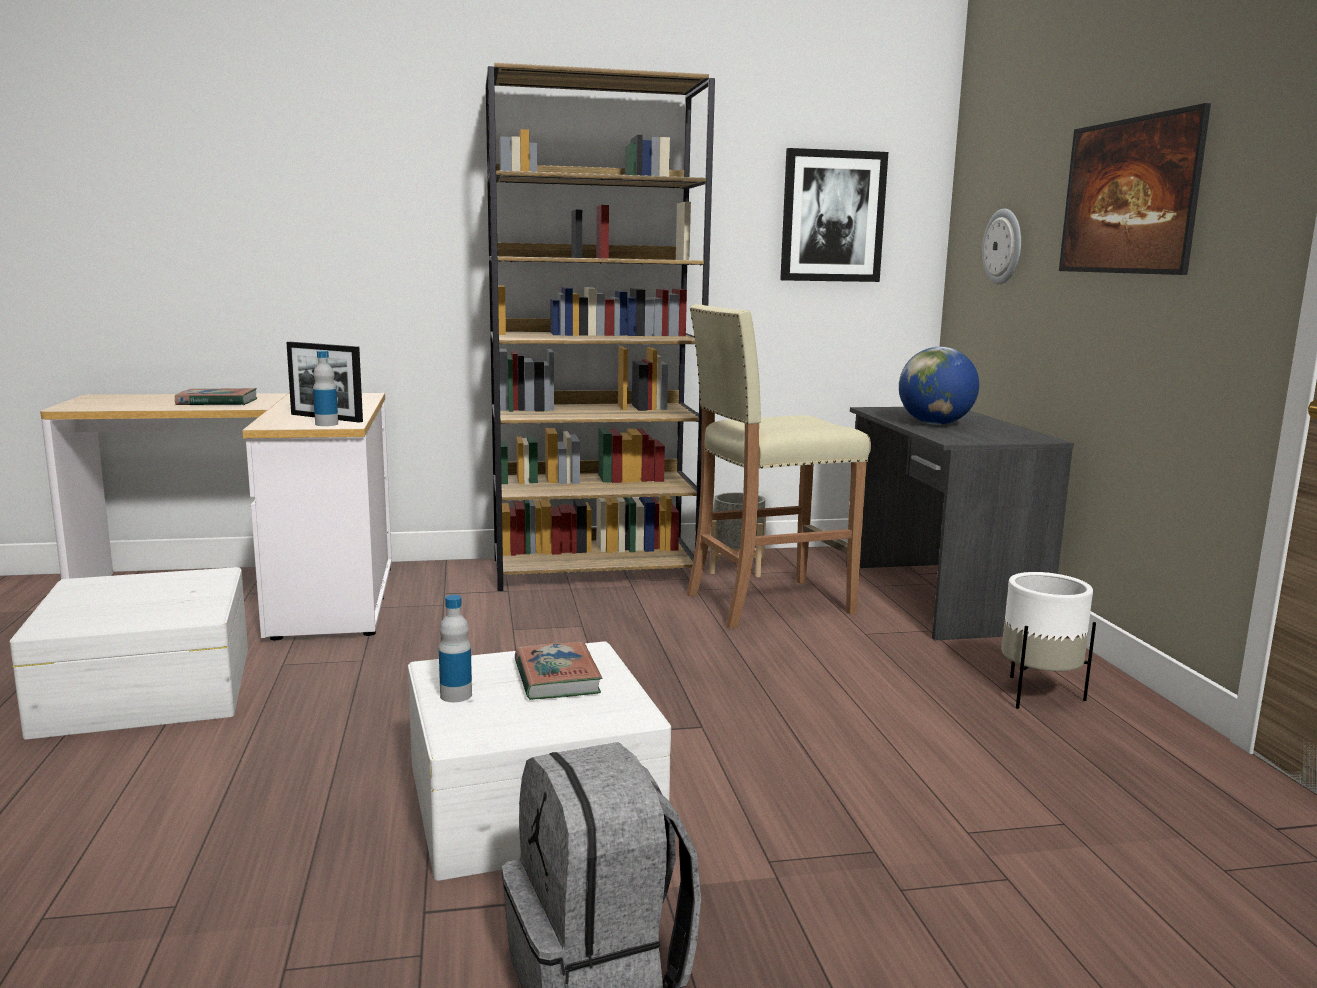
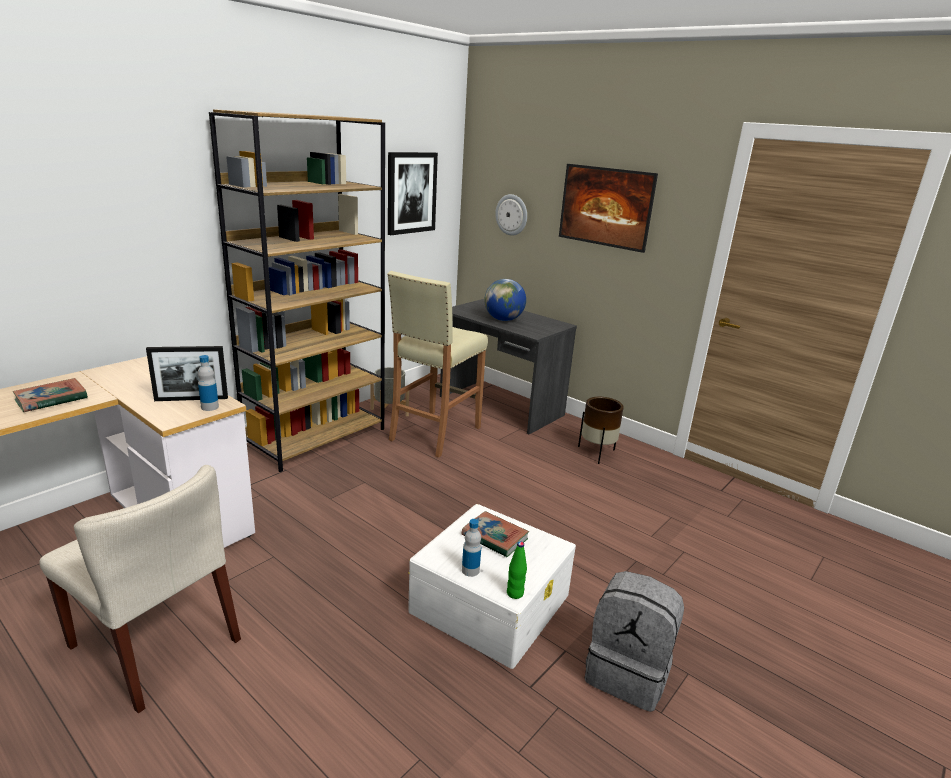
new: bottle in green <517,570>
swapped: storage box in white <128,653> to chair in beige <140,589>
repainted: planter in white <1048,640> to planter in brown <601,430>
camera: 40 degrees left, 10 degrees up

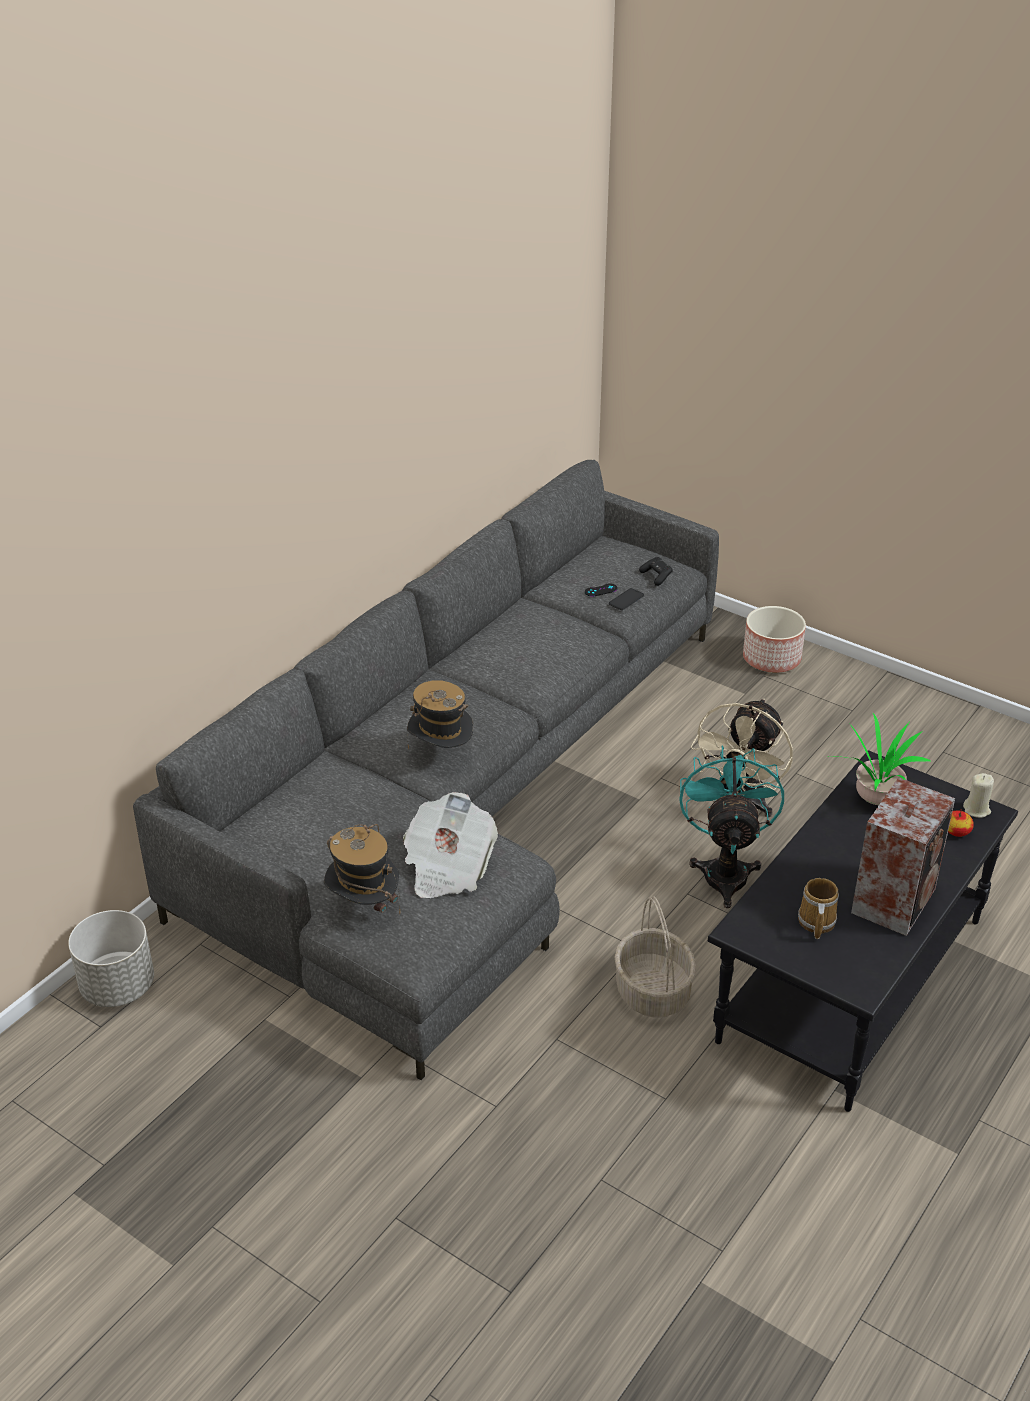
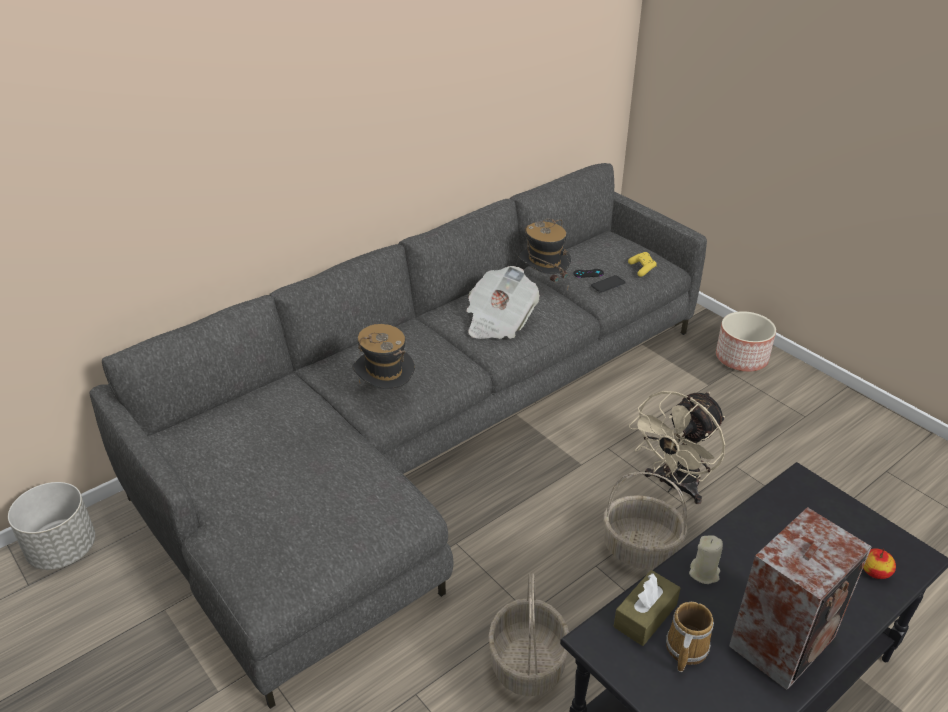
gone: potted plant <879,758>
new: tissue box in brown <647,608>
shifted: hat <362,869> to <545,254>; newspaper <450,845> to <503,302>; candle in beige <978,795> to <706,559>
swapped: fan in turquoise <731,827> to basket <645,520>
repainted: game controller in black <656,571> to game controller in yellow <642,264>
camera: 15 degrees right, 0 degrees up

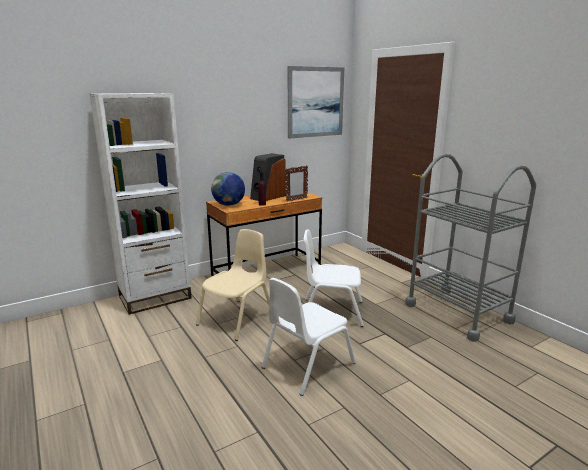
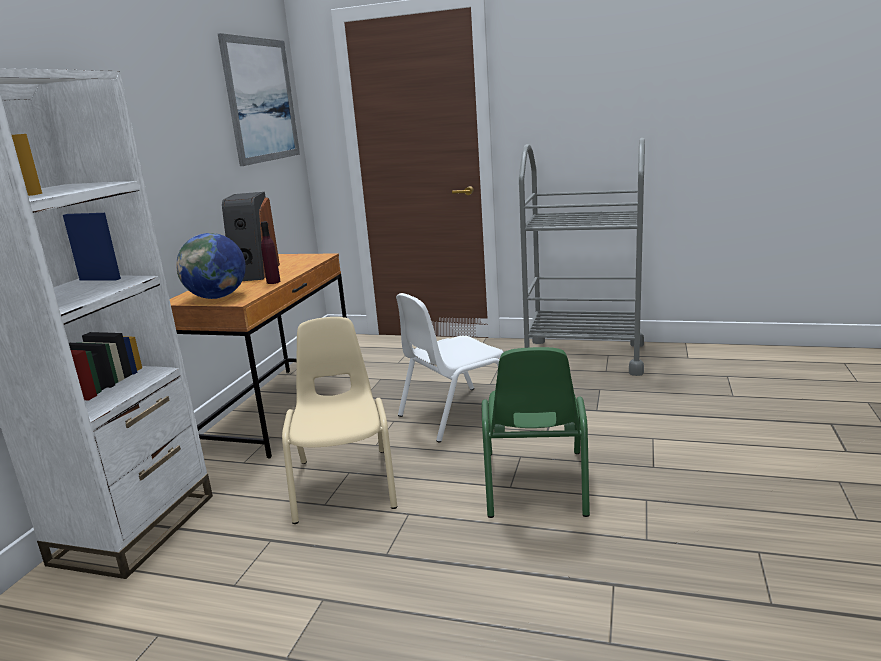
gone: picture frame <296,183>
repainted: chair in white <309,337> to chair in green <536,432>
camera: 40 degrees left, 0 degrees up

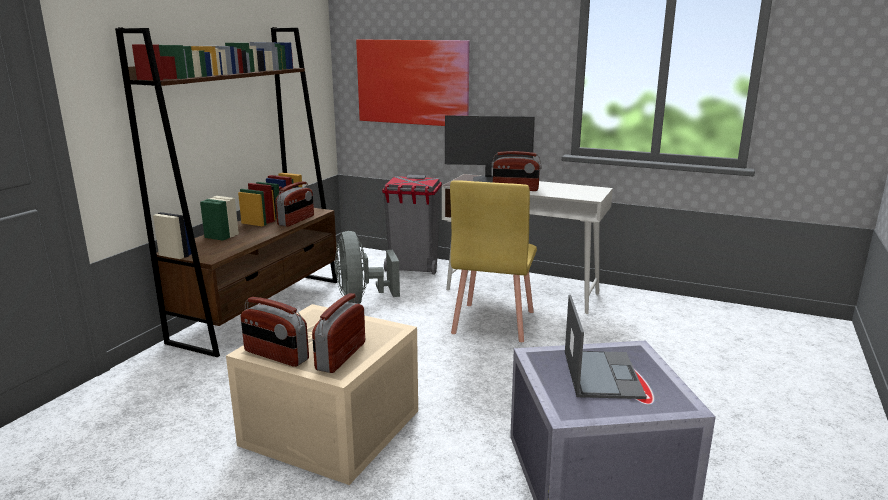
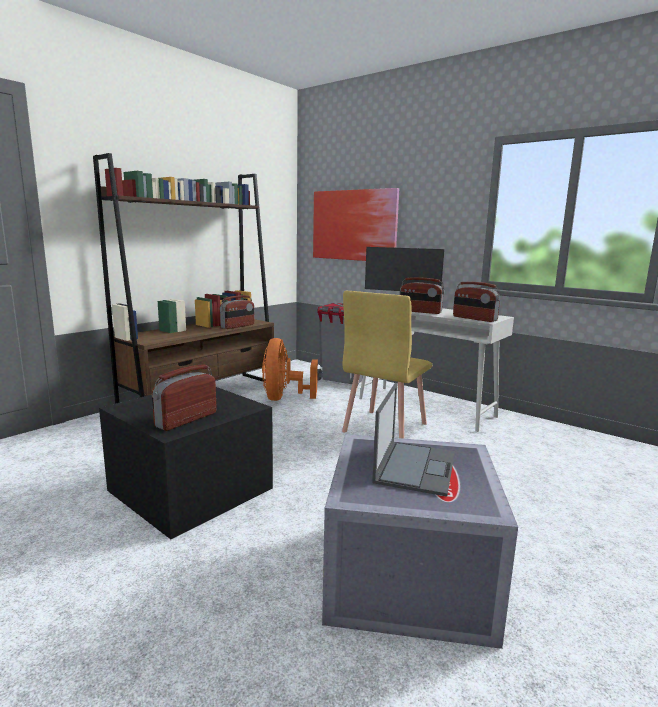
shifted: radio <275,332> to <477,302>
repainted: storage box in beige <322,394> to storage box in black <186,463>; fan in grey <367,267> to fan in orange <290,369>
camera: 15 degrees right, 5 degrees down

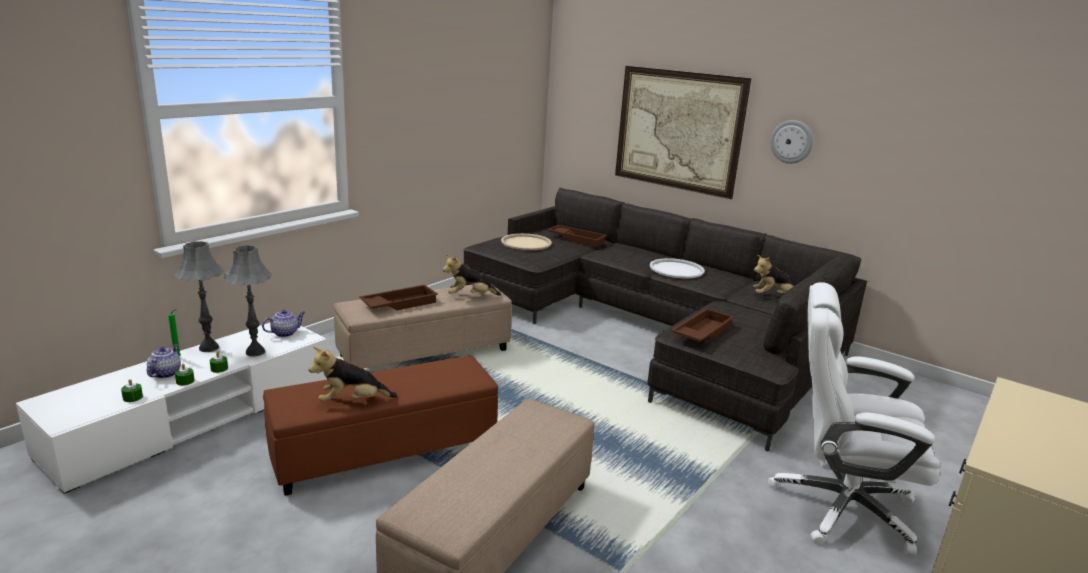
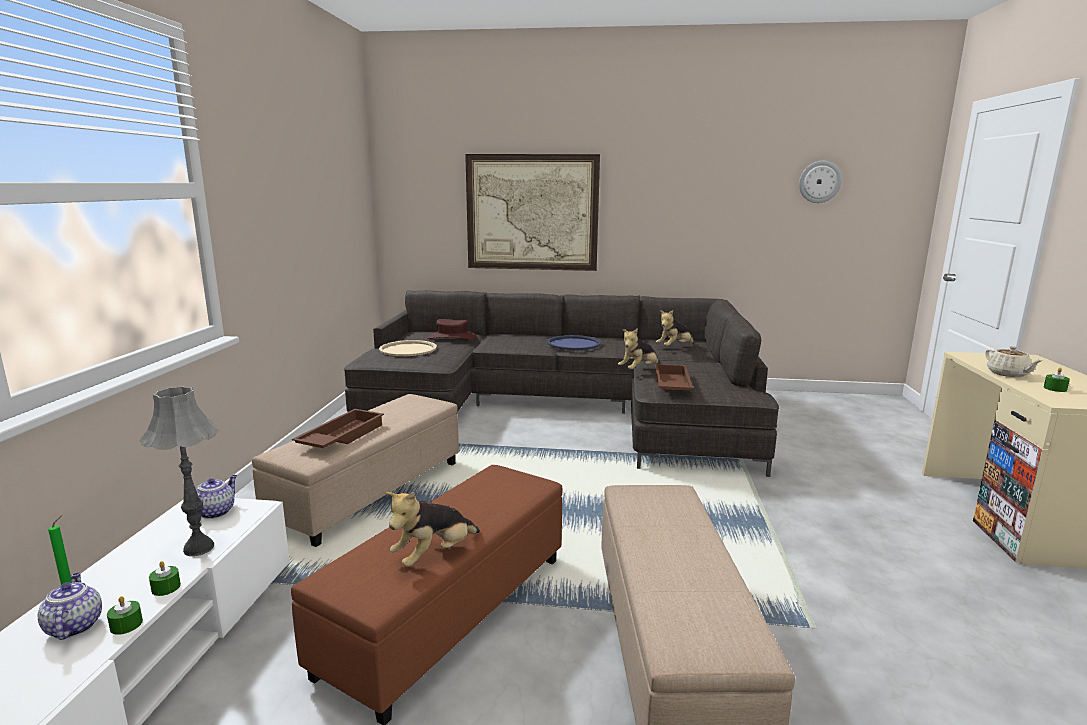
gone: table lamp in grey <199,296>; office chair in white <854,419>
new: teapot in beige <1014,361>
shifted: candle in green <132,390> to <1057,380>; plush toy <472,275> to <638,348>; wall clock <791,142> to <820,182>
swapped: tray in brown <577,236> to hat in brown <452,329>
repainted: tray in white <677,268> to tray in blue <574,342>
camera: 30 degrees left, 5 degrees down

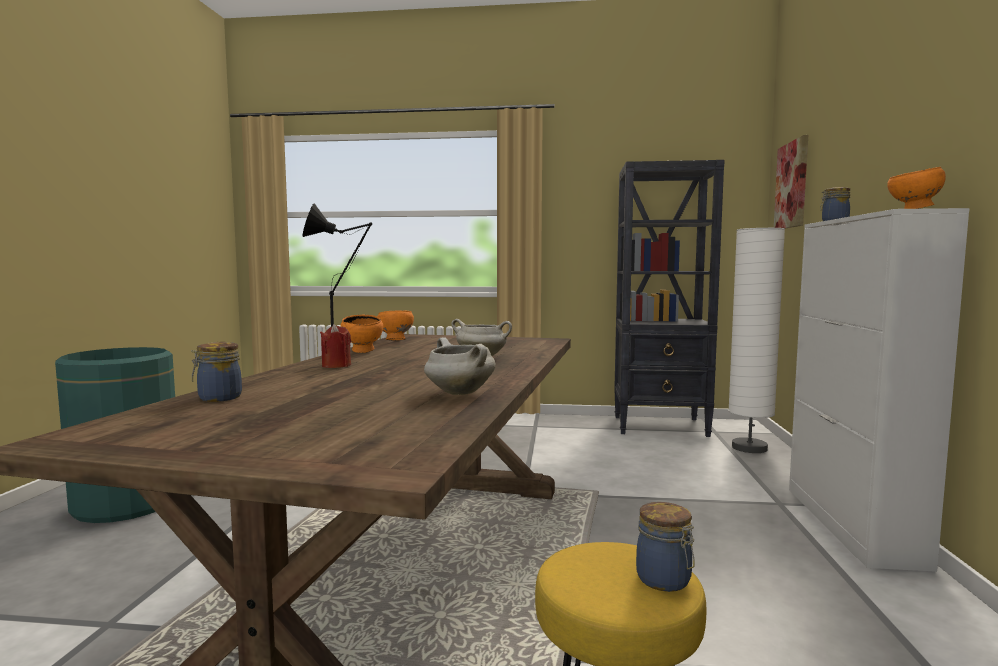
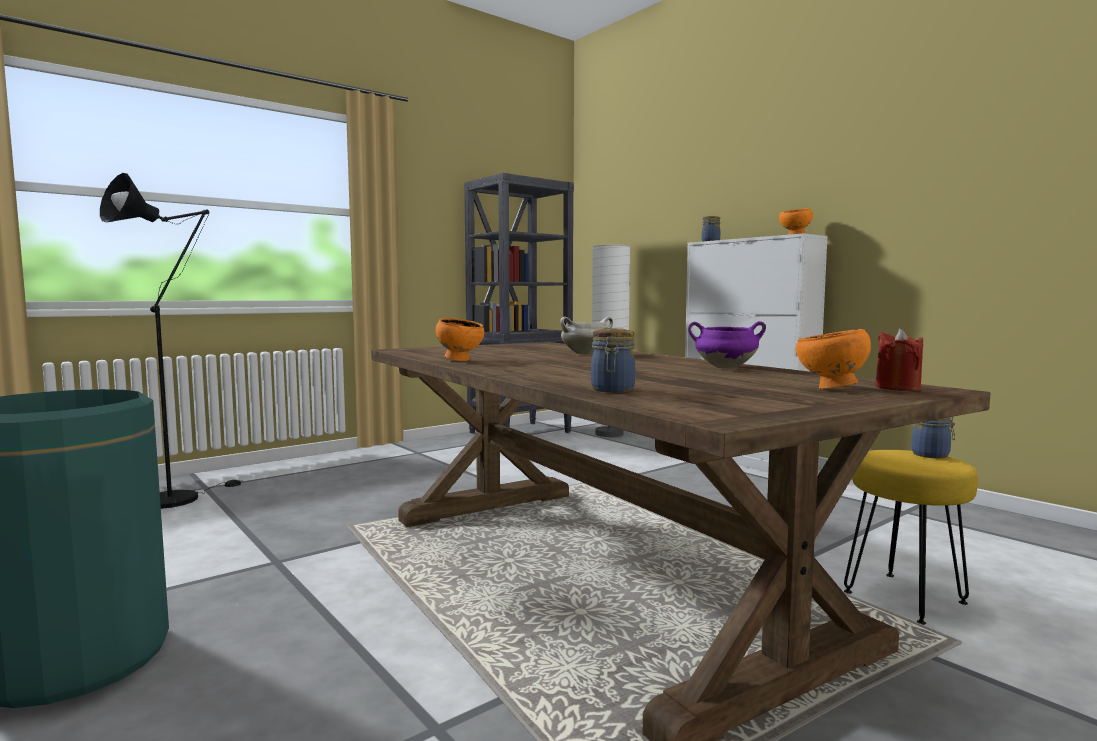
gone: picture <791,182>
shifted: candle in red <335,346> to <899,359>; bowl in orange <395,325> to <833,359>
repainted: cooking pot in white <460,366> to cooking pot in purple <727,344>
camera: 45 degrees left, 0 degrees up

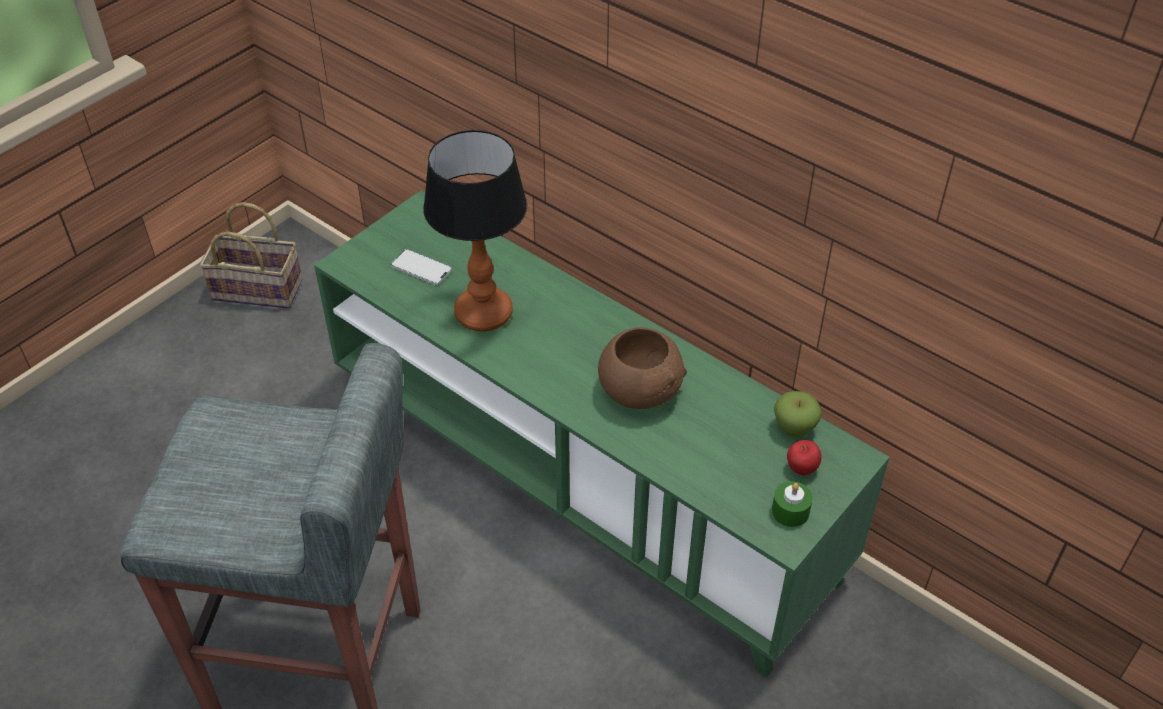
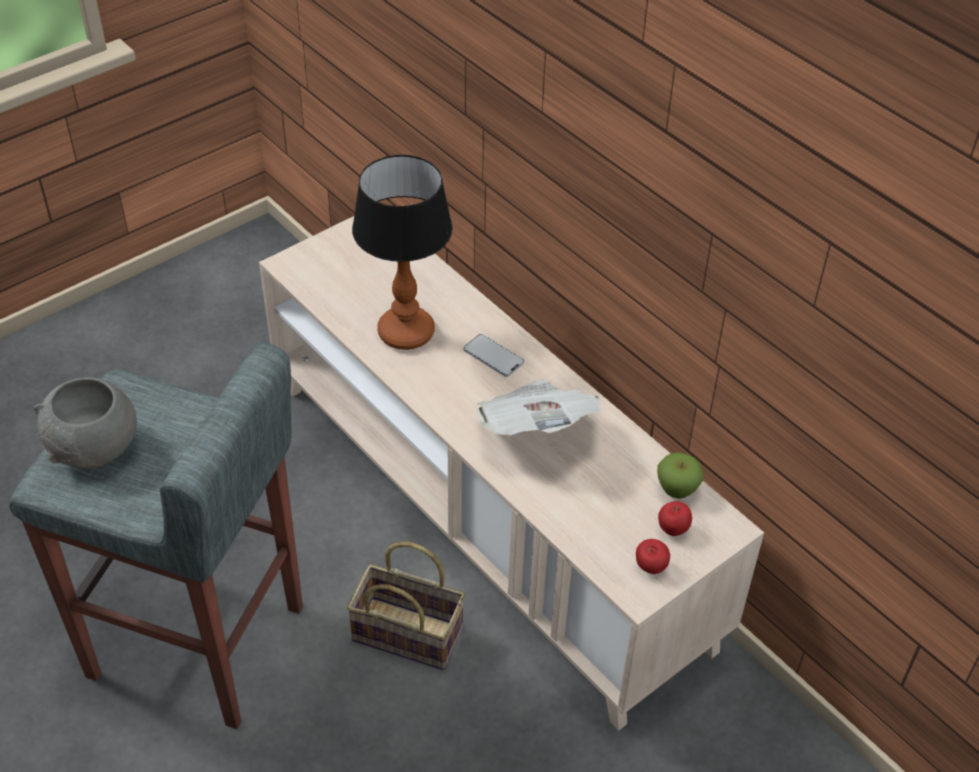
new: bowl in grey <85,422>
shifted: basket <251,255> to <406,605>; phone <421,267> to <494,355>
swapped: bowl in brown <642,368> to newspaper <538,407>; candle in green <792,504> to apple <653,556>
repainted: tv stand in green <602,434> to tv stand in beige <511,473>
camera: 10 degrees right, 0 degrees up

